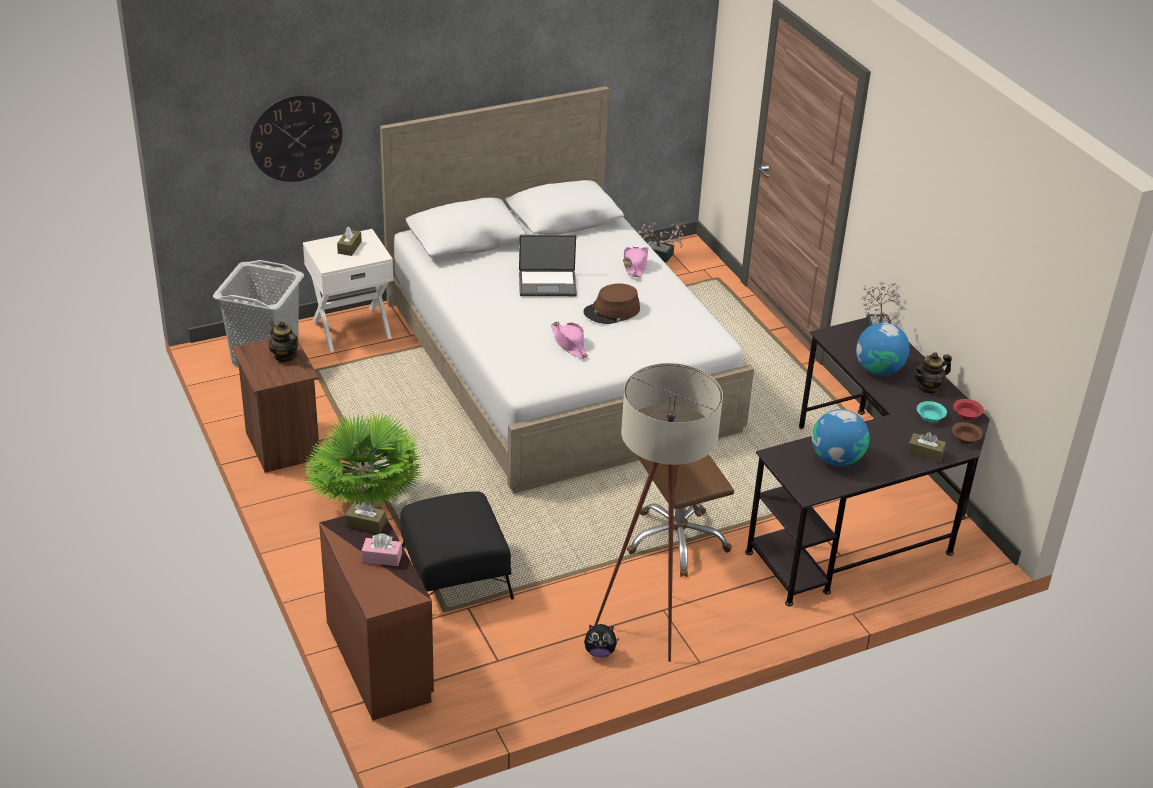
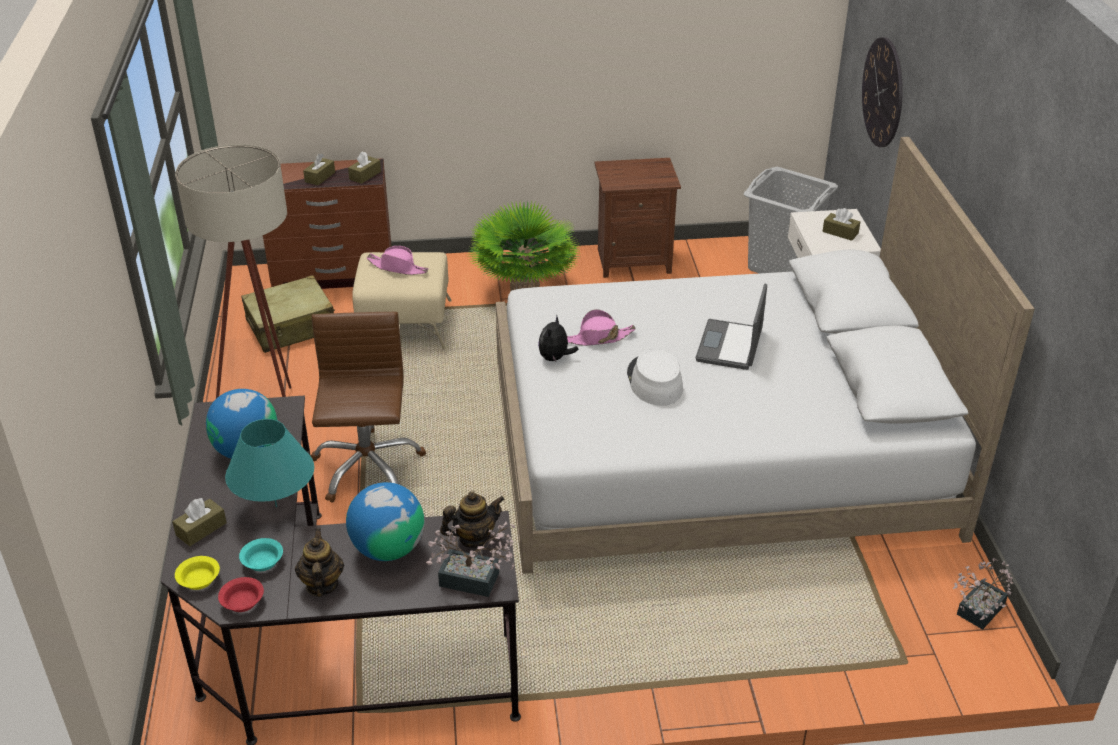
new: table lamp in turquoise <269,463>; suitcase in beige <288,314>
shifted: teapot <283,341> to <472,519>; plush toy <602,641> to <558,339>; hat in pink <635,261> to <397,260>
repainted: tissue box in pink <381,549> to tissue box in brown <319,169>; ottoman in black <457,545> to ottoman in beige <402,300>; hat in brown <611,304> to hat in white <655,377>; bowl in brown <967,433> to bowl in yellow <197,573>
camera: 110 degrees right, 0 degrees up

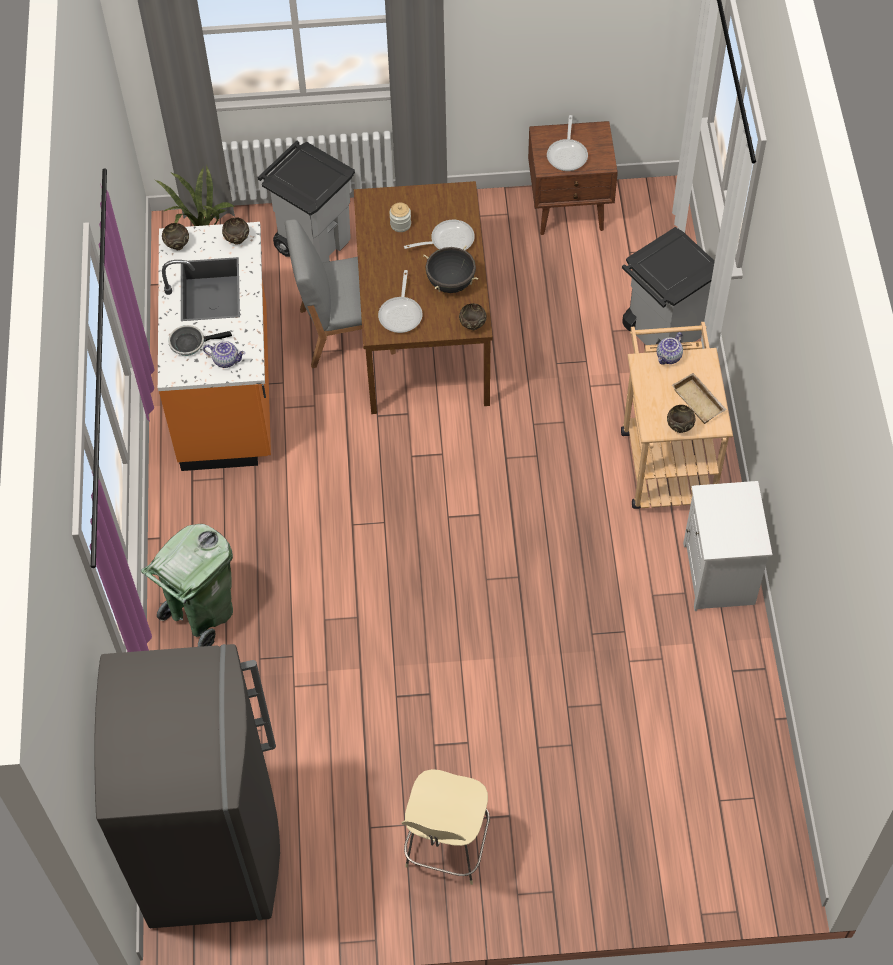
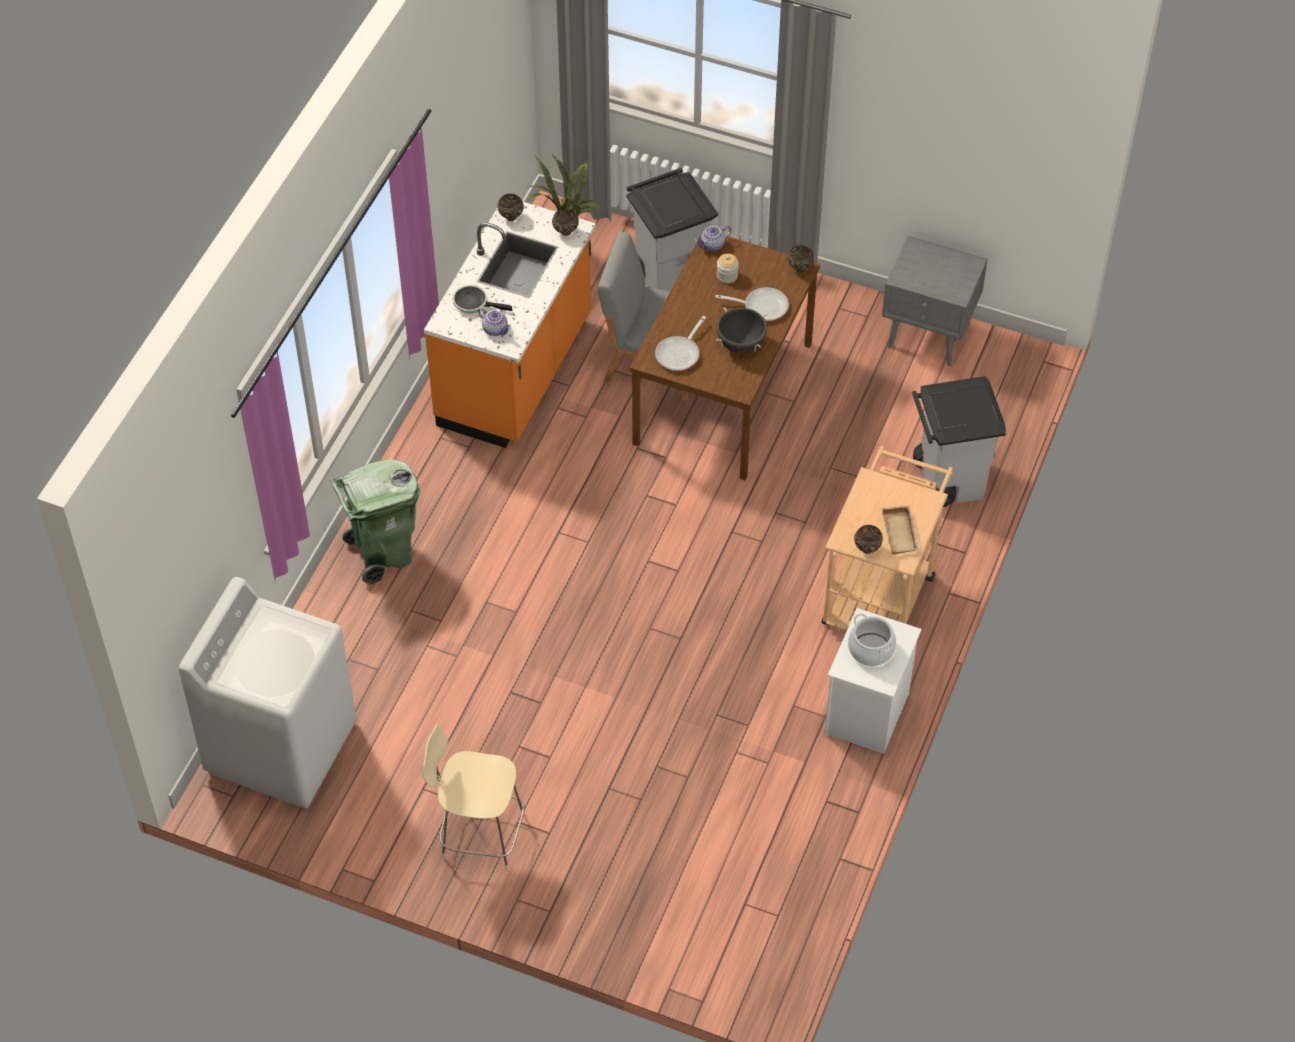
gone: frying pan <567,143>
new: cooking pot <872,639>
shifted: bowl in brown <473,316> to <801,258>; teapot <670,348> to <713,238>
swapped: fridge in grey <187,786> to washing machine in white <267,692>
repainted: nightstand in brown <573,178> to nightstand in grey <935,301>
rotated: chair in beige <446,827> = <473,797> 60 degrees clockwise
camera: 25 degrees right, 5 degrees down

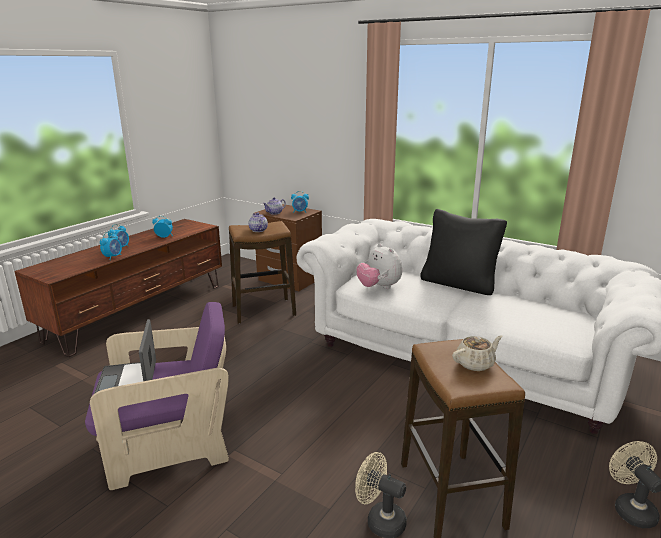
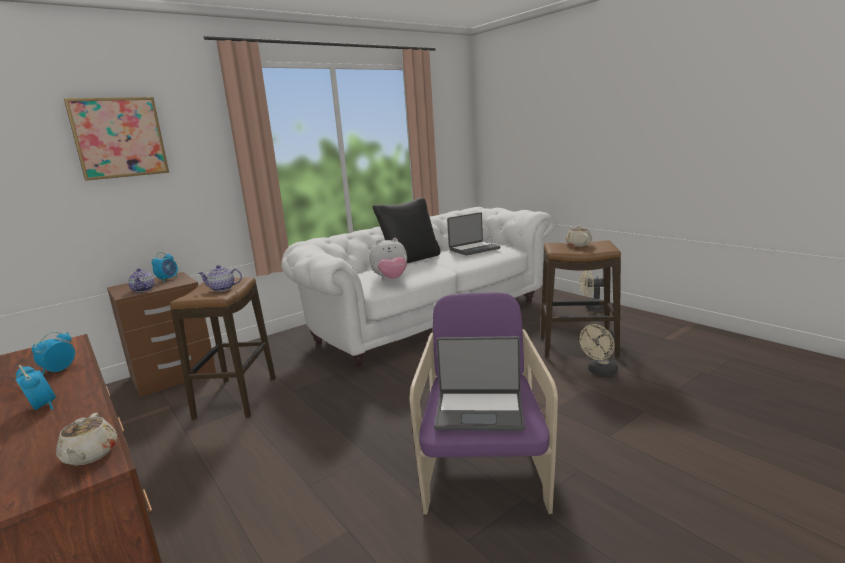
gone: alarm clock <111,246>
new: teapot in beige <86,439>; picture <116,139>; laptop <473,234>
camera: 70 degrees left, 5 degrees down

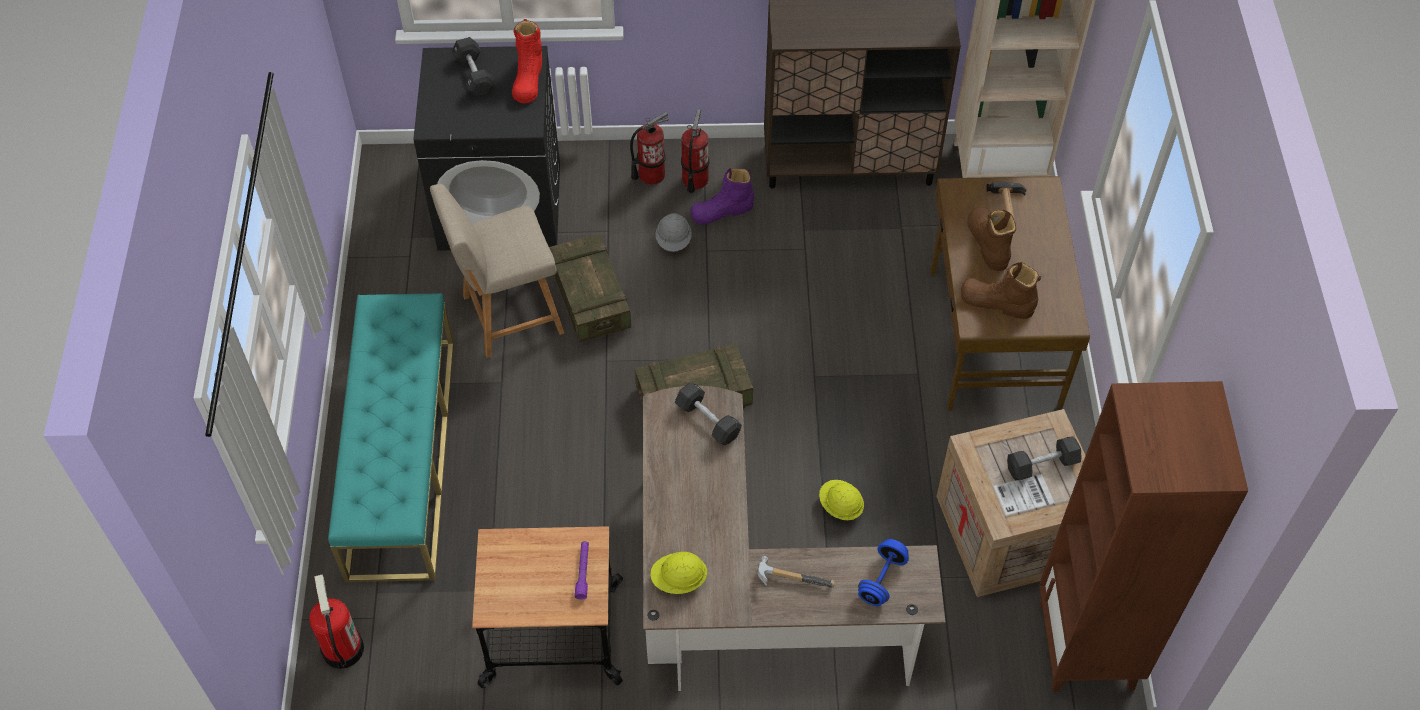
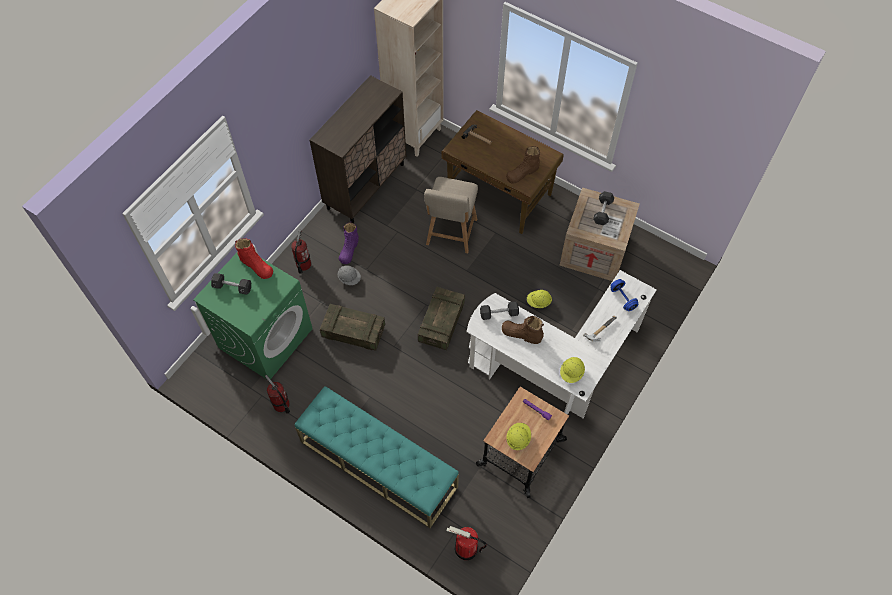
gone: bookcase in brown <1143,536>
new: hard hat in yellow <518,436>
shifted: chair in beige <497,271> to <451,215>; fire extinguisher <695,151> to <277,394>; boot in brown <992,238> to <523,330>
repainted: washing machine in black <487,148> to washing machine in green <253,315>; desk in brown <794,538> to desk in white <562,344>
camera: 55 degrees left, 5 degrees up

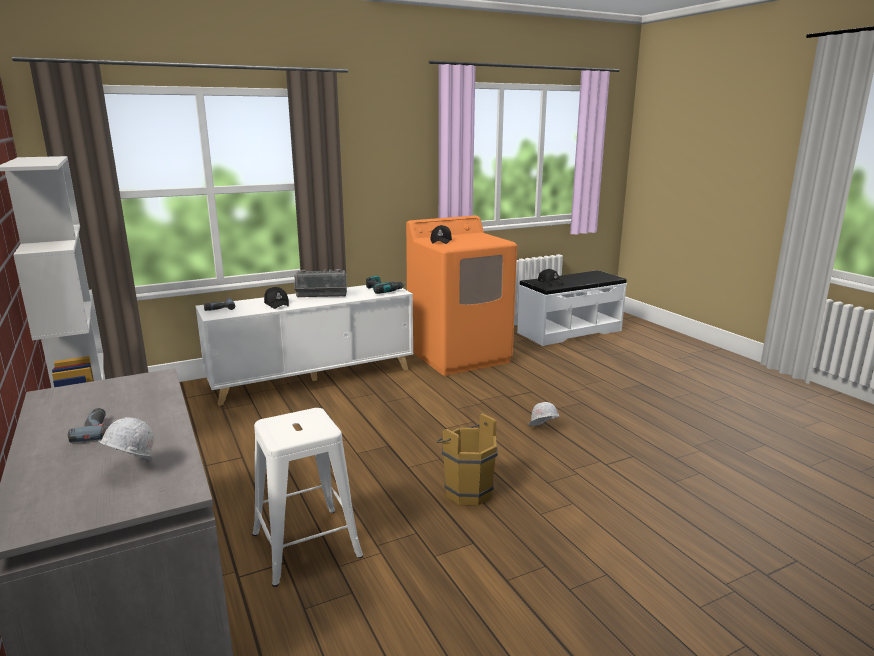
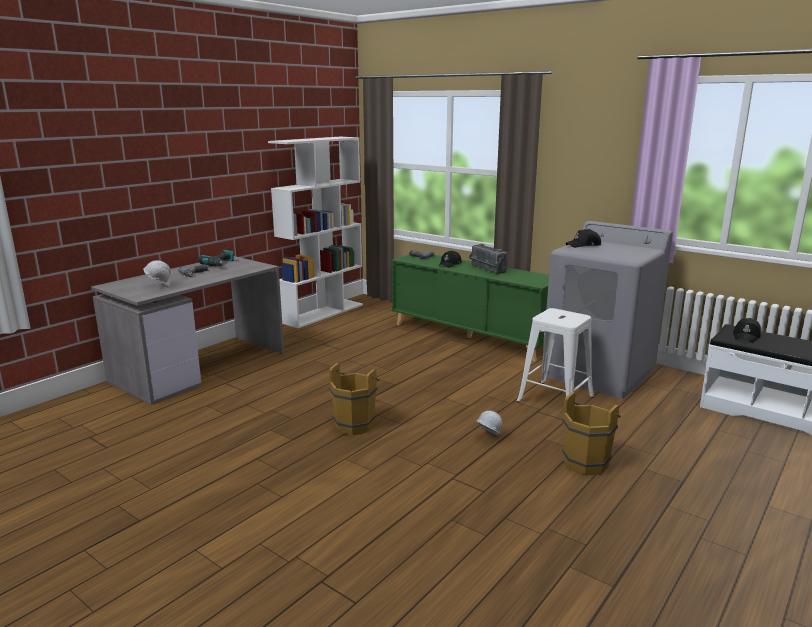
new: bucket in brown <591,433>
shifted: stool in white <308,497> to <555,355>; power drill <385,285> to <216,258>
repainted: cabinet in white <304,345> to cabinet in green <470,306>; washing machine in orange <461,295> to washing machine in grey <609,309>
camera: 65 degrees right, 0 degrees up

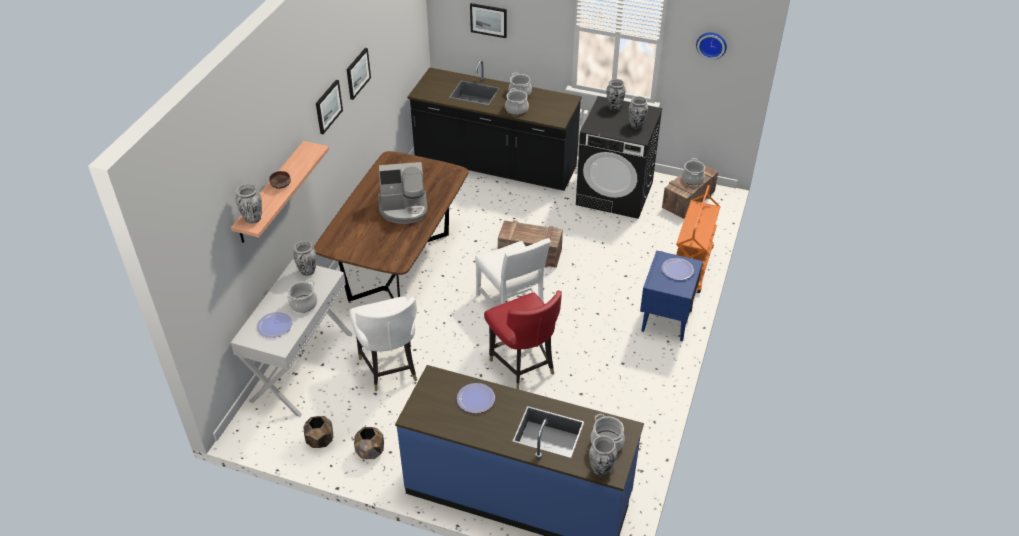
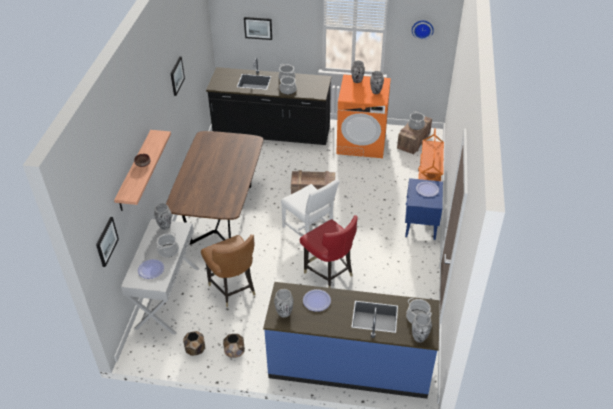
gone: coffee machine <403,193>
shifted: vase <249,203> to <284,303>; picture <329,107> to <107,242>
repainted: chair in white <383,343> to chair in brown <228,270>; washing machine in black <619,157> to washing machine in orange <363,116>
camera: 10 degrees left, 0 degrees up

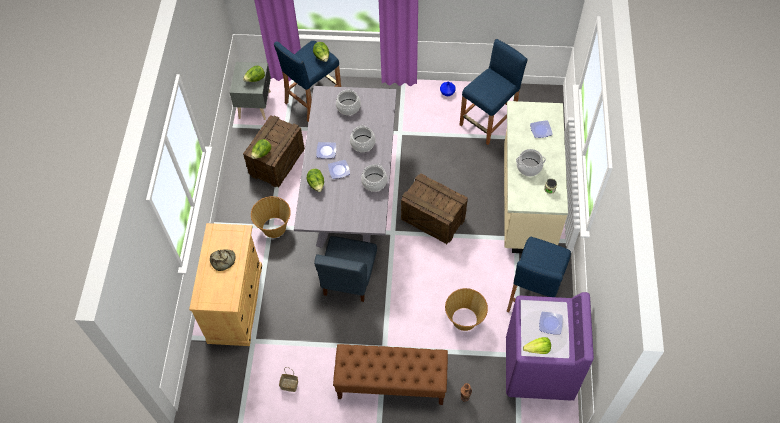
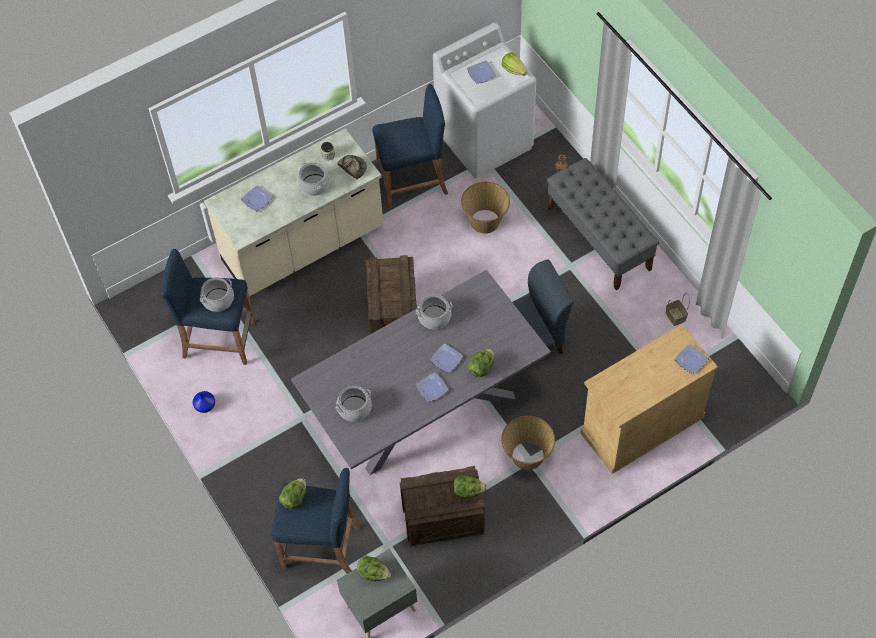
new: plate <692,359>
shifted: bread <222,260> to <352,167>; cooking pot <362,138> to <217,294>
repainted: bench in brown <390,374> to bench in grey <603,224>; washing machine in purple <550,346> to washing machine in white <484,100>
camera: 125 degrees left, 0 degrees up

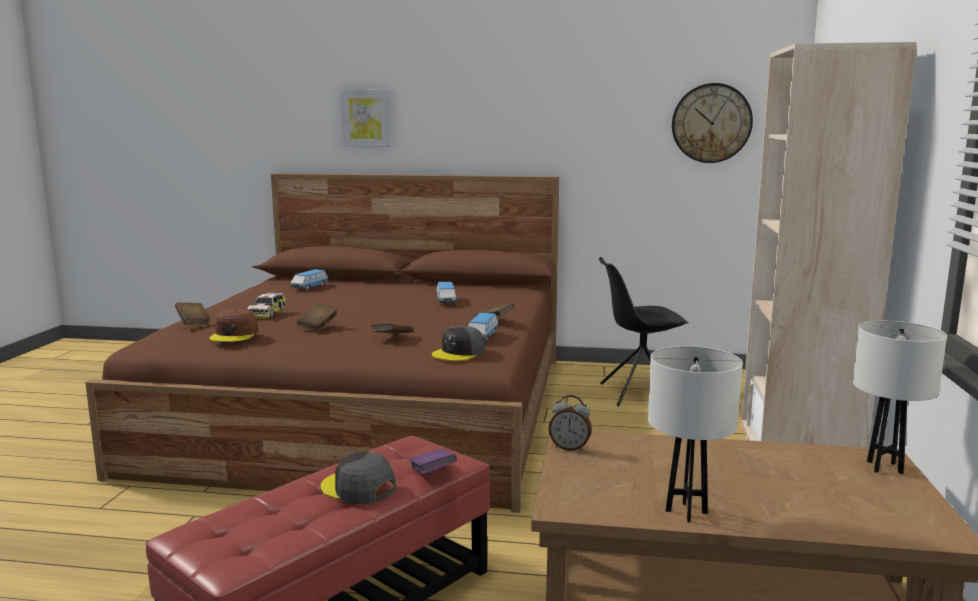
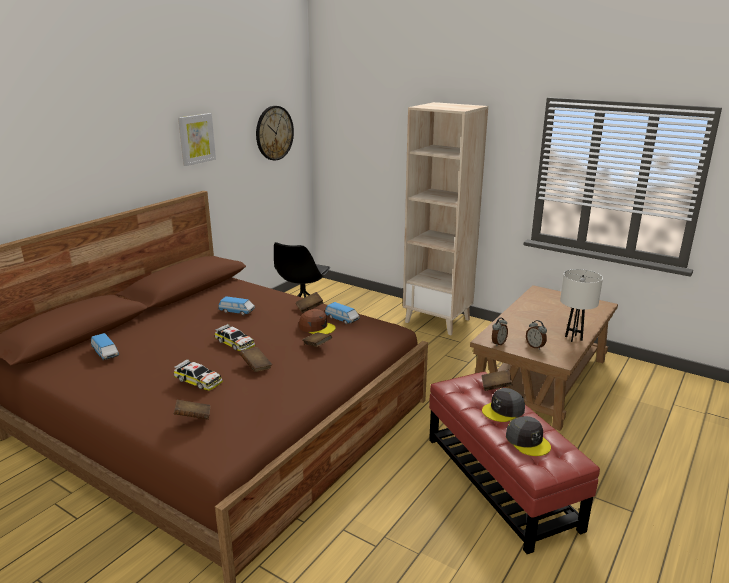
gone: table lamp in white <900,397>
new: toy car <235,338>; alarm clock <536,335>
shifted: cap in brown <234,325> to <317,321>; picture <365,118> to <197,139>; cap in grey <458,343> to <528,436>
repainted: book in purple <433,461> to book in brown <497,380>
camera: 65 degrees left, 10 degrees up

